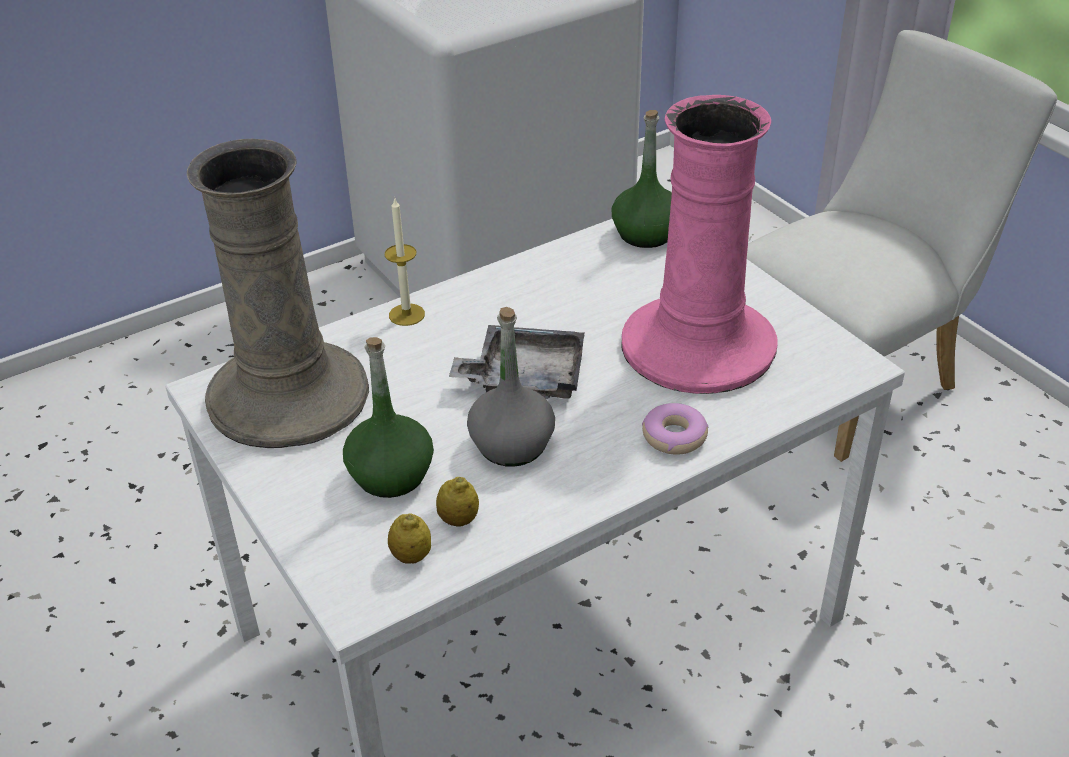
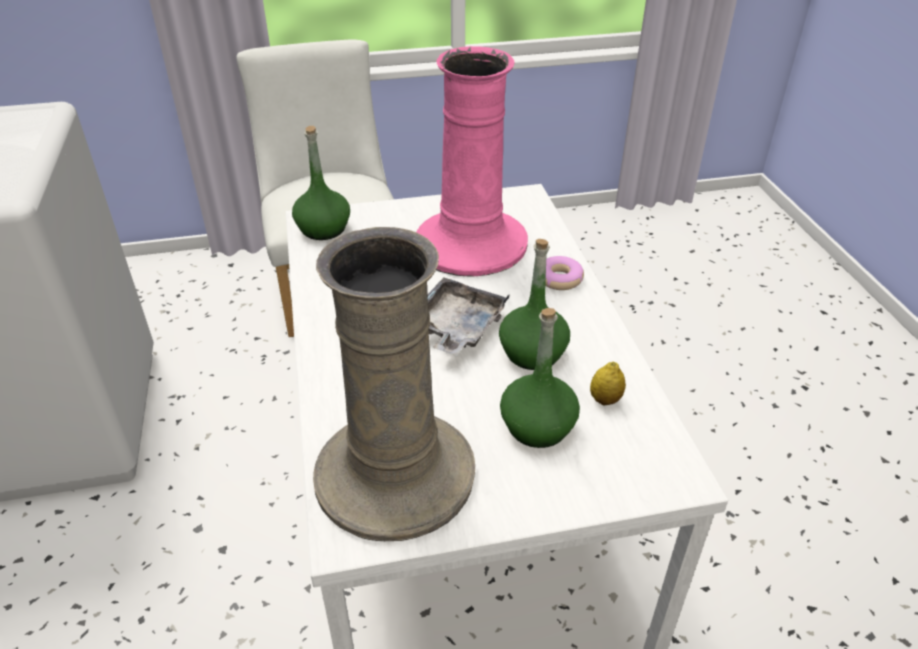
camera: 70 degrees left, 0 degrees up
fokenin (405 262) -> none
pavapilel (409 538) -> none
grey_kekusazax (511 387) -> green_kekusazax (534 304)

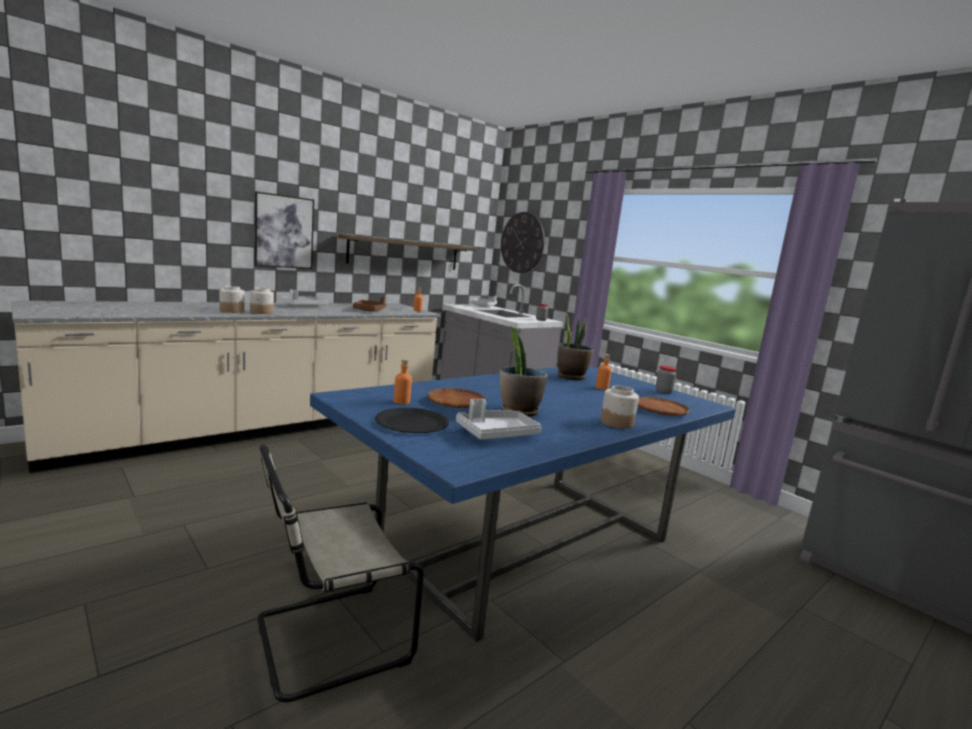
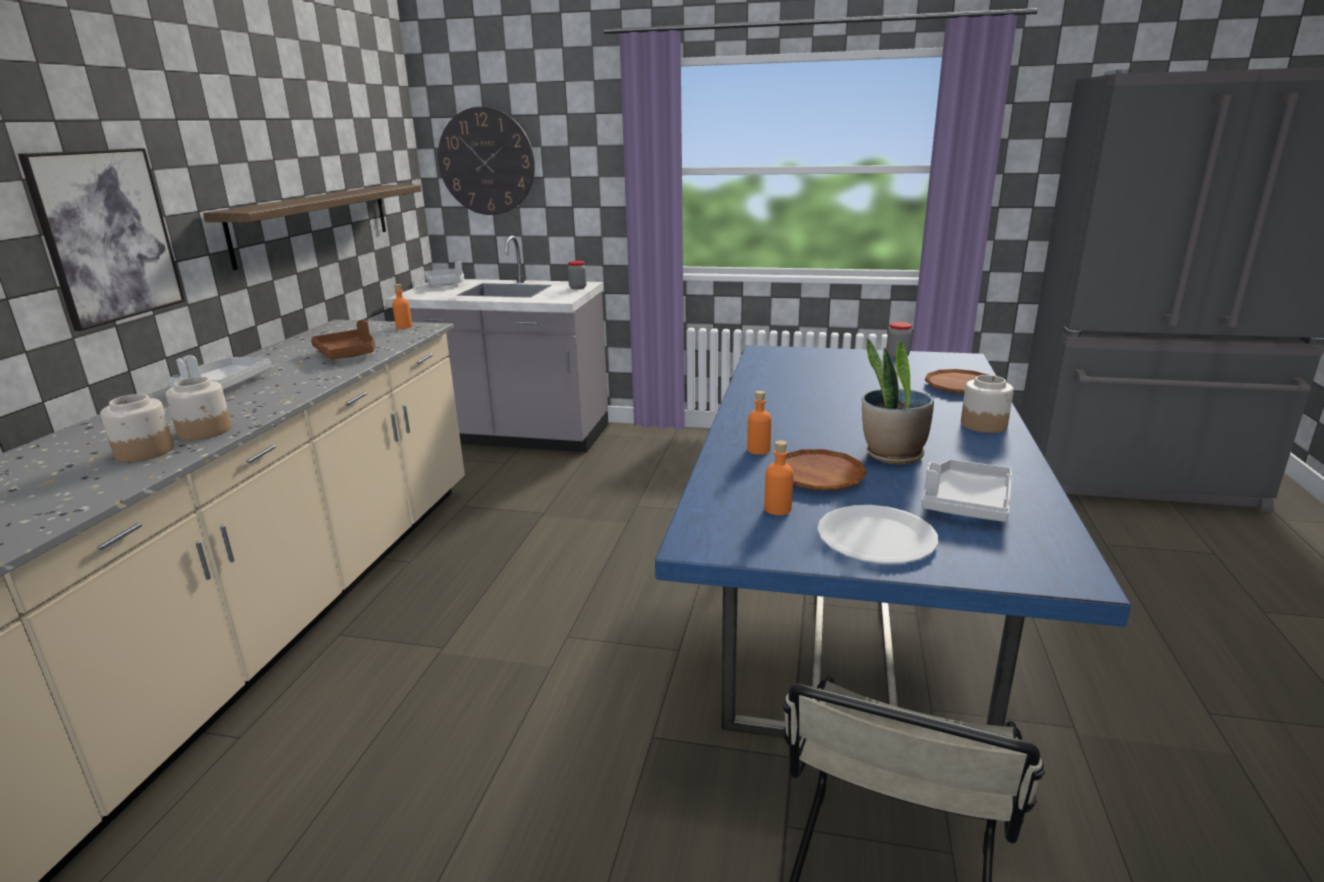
camera: 35 degrees left, 10 degrees up
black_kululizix (412 420) -> white_kululizix (877 534)
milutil (575 346) -> none
orange_kekusazax (604 372) -> orange_kekusazax (759 423), relocated

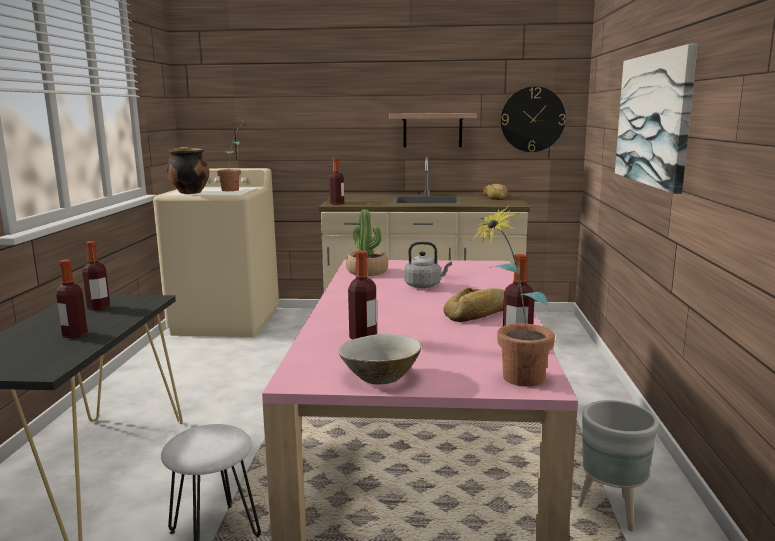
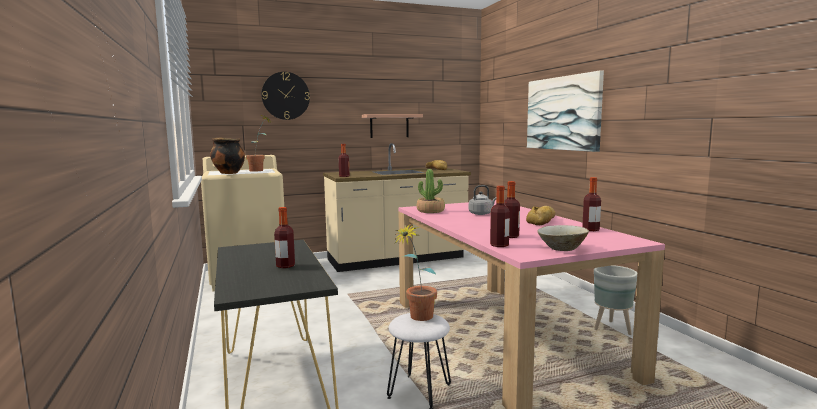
camera: 25 degrees left, 5 degrees down
kekusazax (96 275) -> kekusazax (500 216), relocated
milutil (513 296) -> milutil (415 271), relocated
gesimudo (533 119) -> gesimudo (286 96), relocated

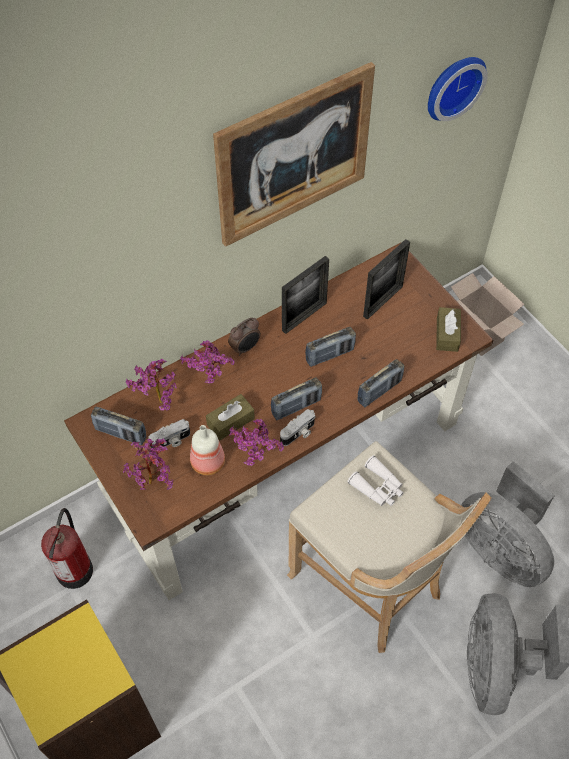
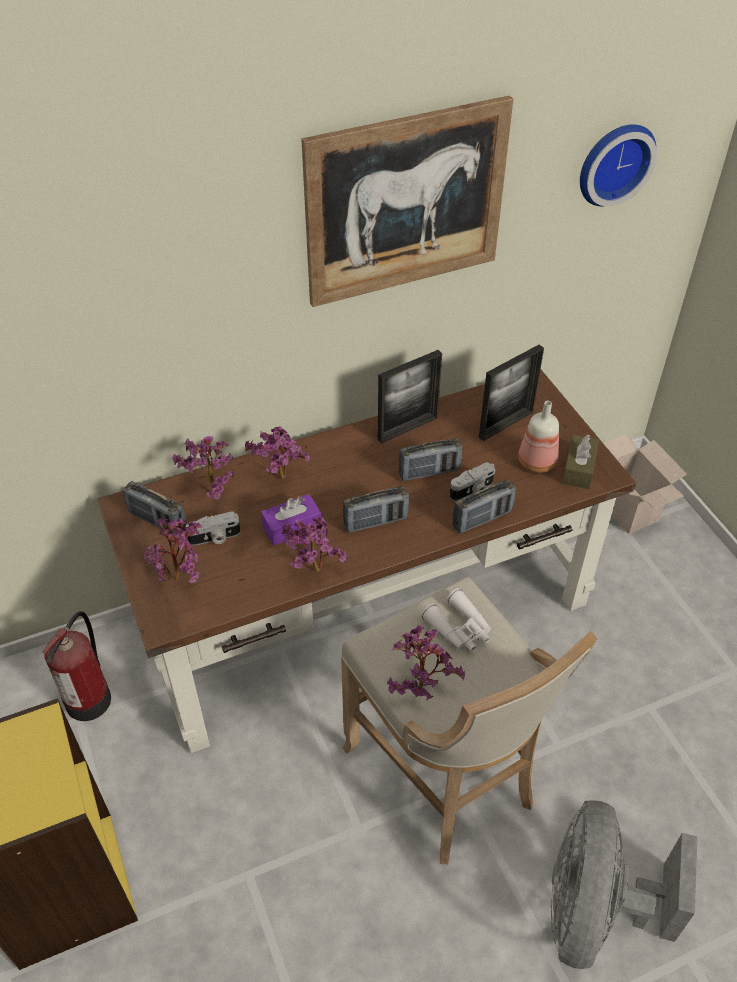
camera: 10 degrees right, 10 degrees down
kekusazax (207 450) -> kekusazax (538 437), relocated
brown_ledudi (230 417) -> purple_ledudi (291 519)
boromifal (244 337) -> none
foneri (298 427) -> foneri (473 481), relocated
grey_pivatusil (508 524) -> none
none -> milutil (426 663)

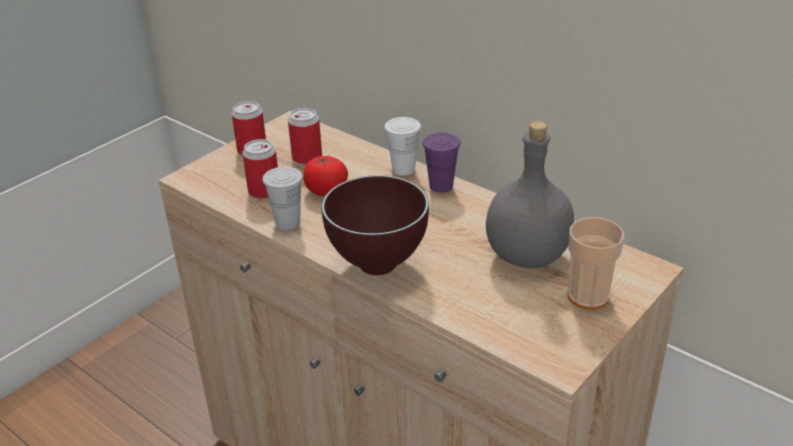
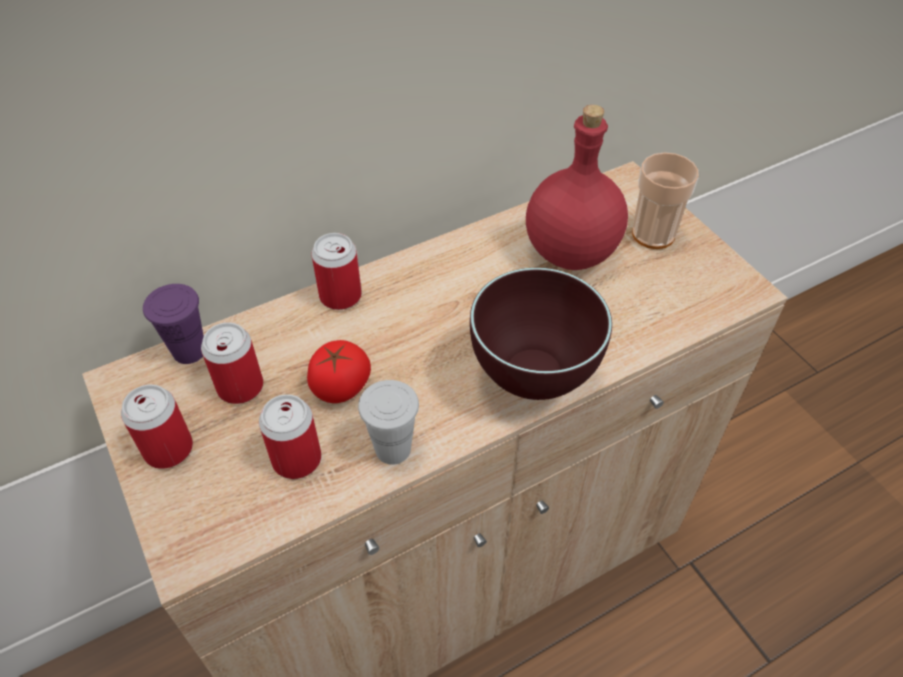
camera: 70 degrees left, 15 degrees up
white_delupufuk (402 146) -> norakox (336 271)
purple_delupufuk (442 163) -> purple_delupufuk (173 324), relocated
grey_kekusazax (530 194) -> red_kekusazax (577 187)

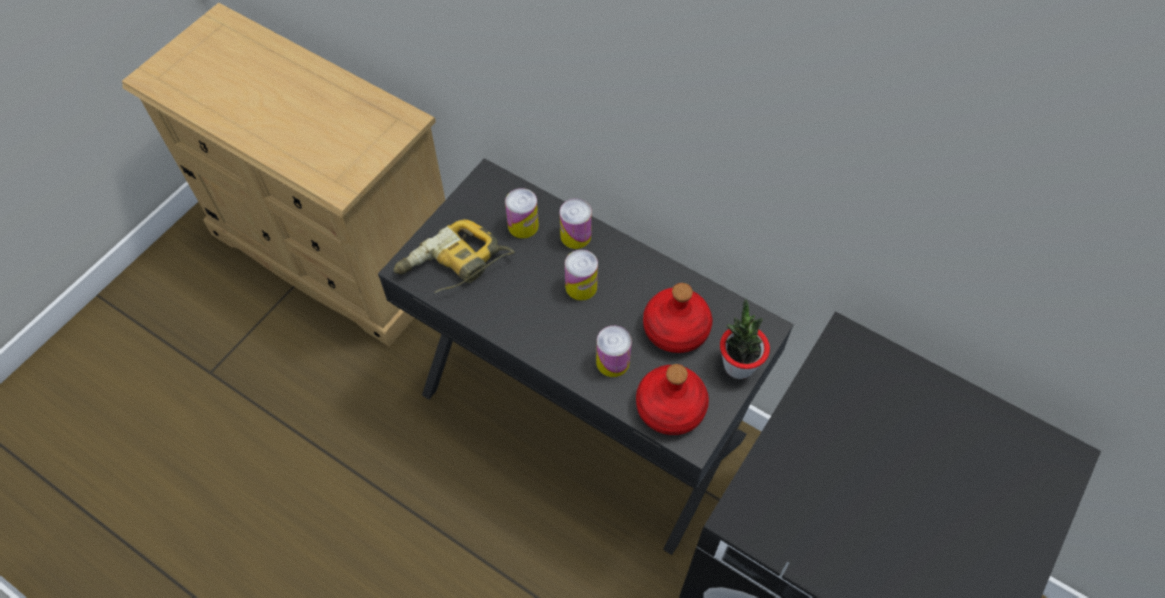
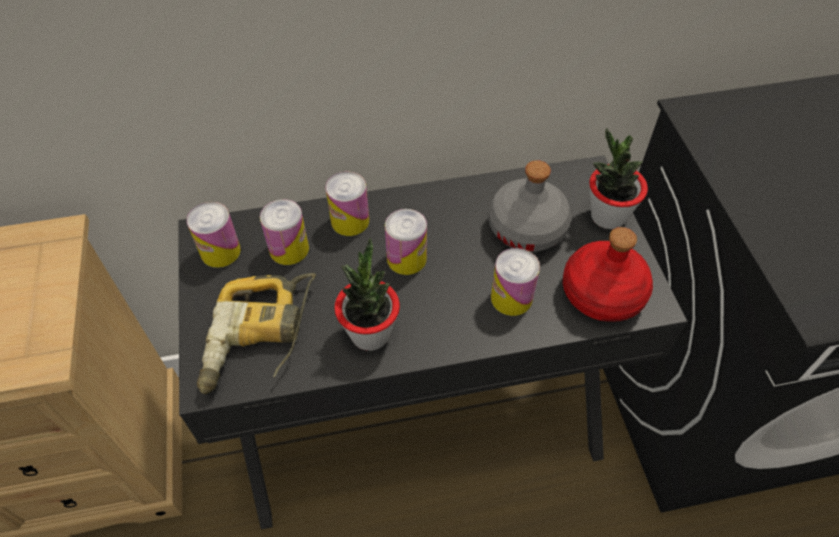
camera: 45 degrees left, 5 degrees down
red_kekusazax (677 318) -> grey_kekusazax (530 206)
none -> norakox (214 235)
none -> milutil (367 294)

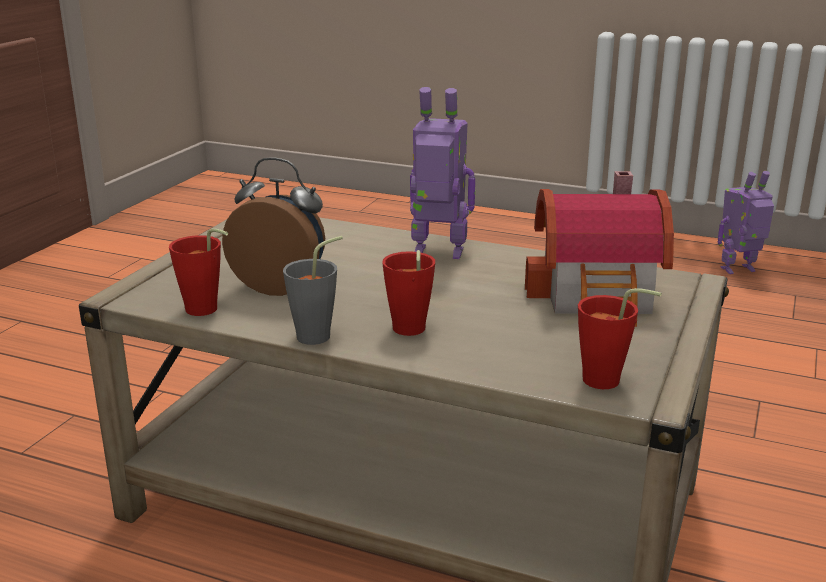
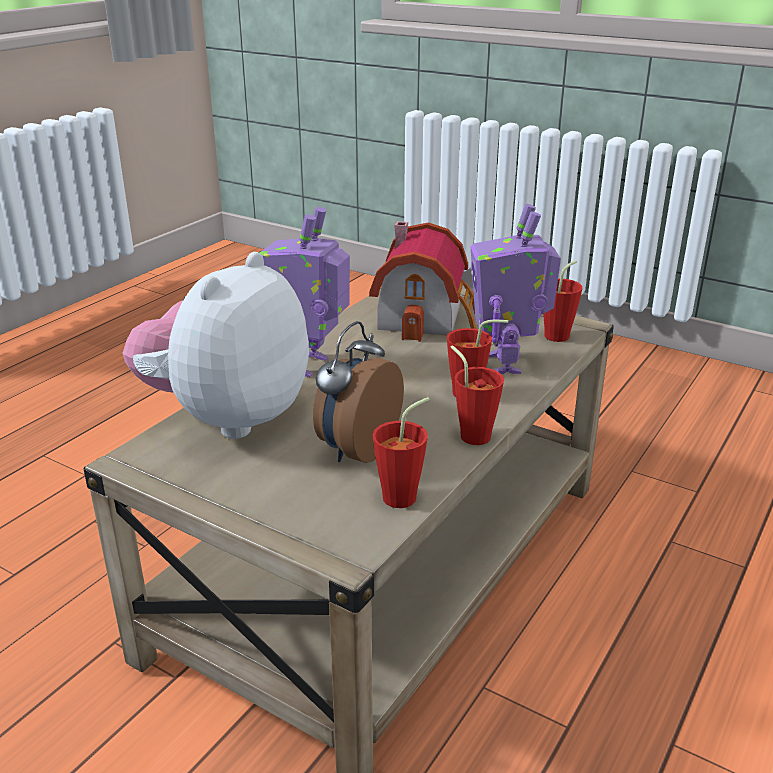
camera: 80 degrees left, 5 degrees up
grey_delupufuk (313 290) -> red_delupufuk (477 395)
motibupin (746 222) -> motibupin (516 289), relocated
none -> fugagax (215 345)

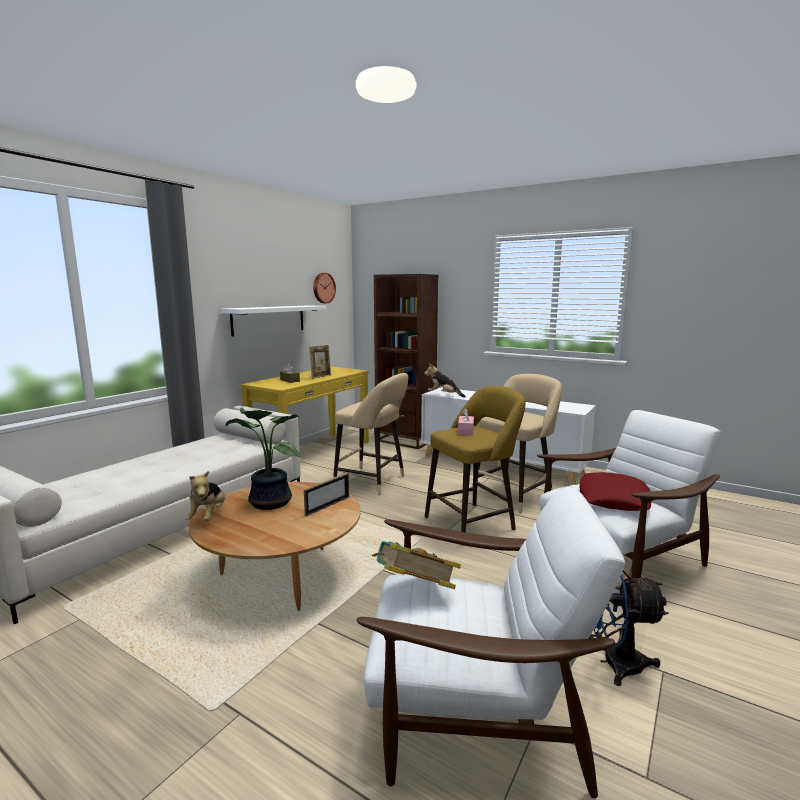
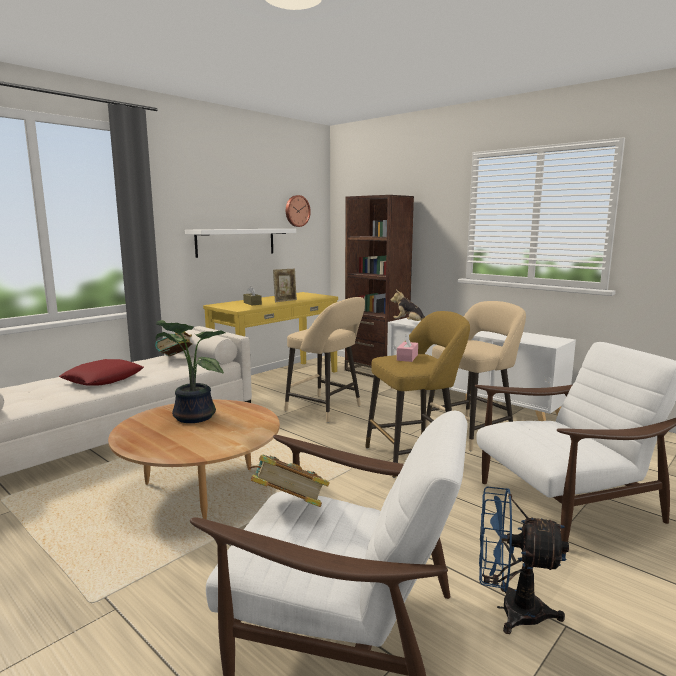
camera: 10 degrees right, 0 degrees up
fugagax (205 495) -> none
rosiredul (326 495) -> none
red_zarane (616 491) -> red_zarane (101 372), relocated
none -> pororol (173 343)

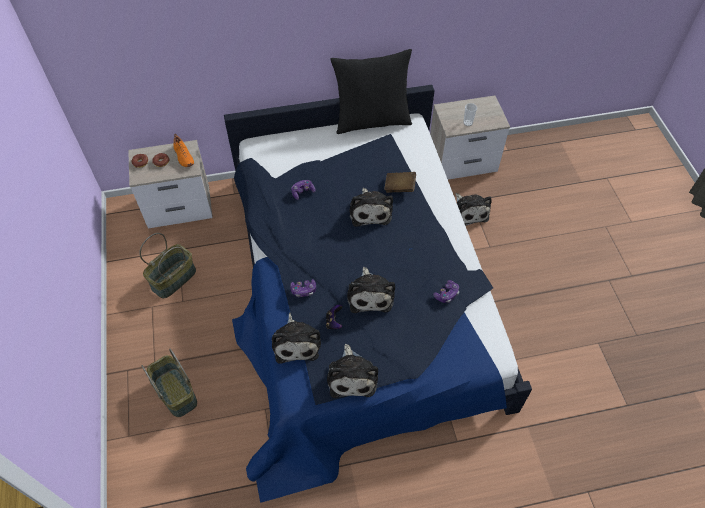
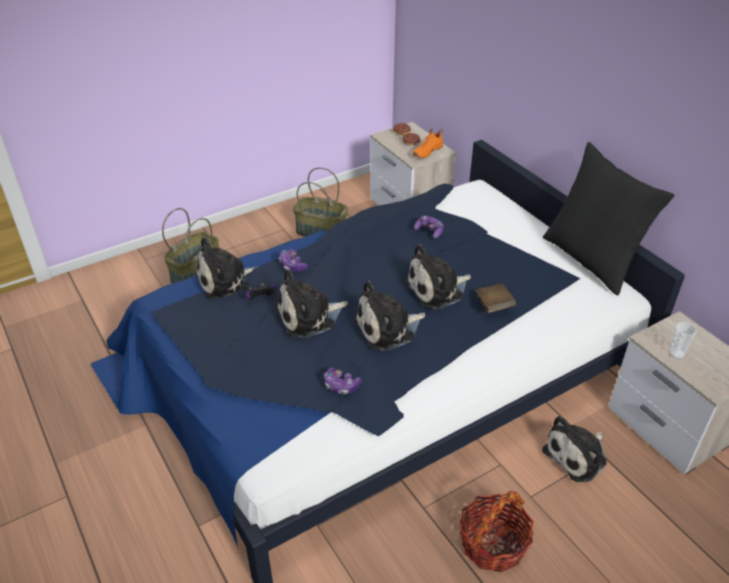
camera: 70 degrees right, 15 degrees down
fugagax (352 371) -> fugagax (389 316), relocated
none -> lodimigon (497 531)

